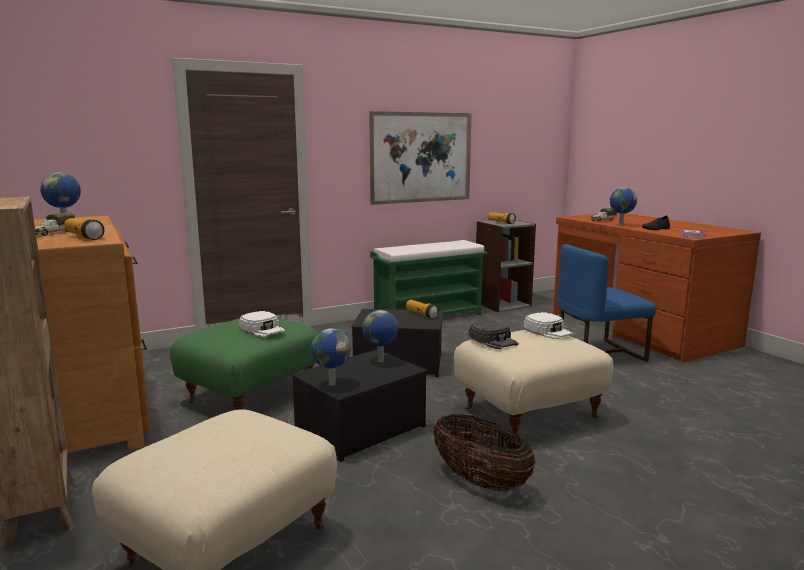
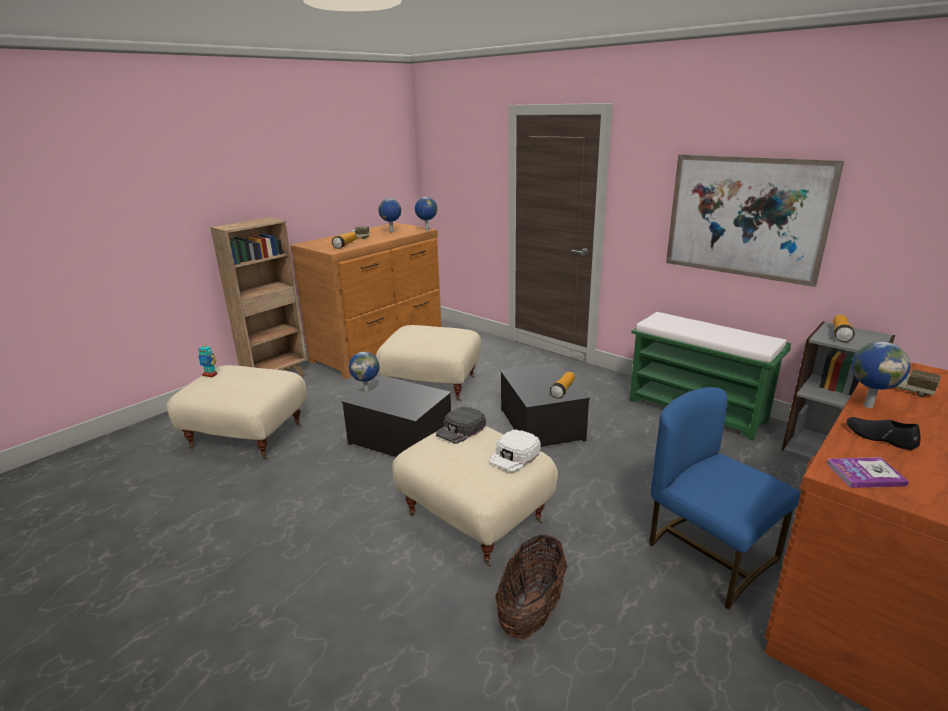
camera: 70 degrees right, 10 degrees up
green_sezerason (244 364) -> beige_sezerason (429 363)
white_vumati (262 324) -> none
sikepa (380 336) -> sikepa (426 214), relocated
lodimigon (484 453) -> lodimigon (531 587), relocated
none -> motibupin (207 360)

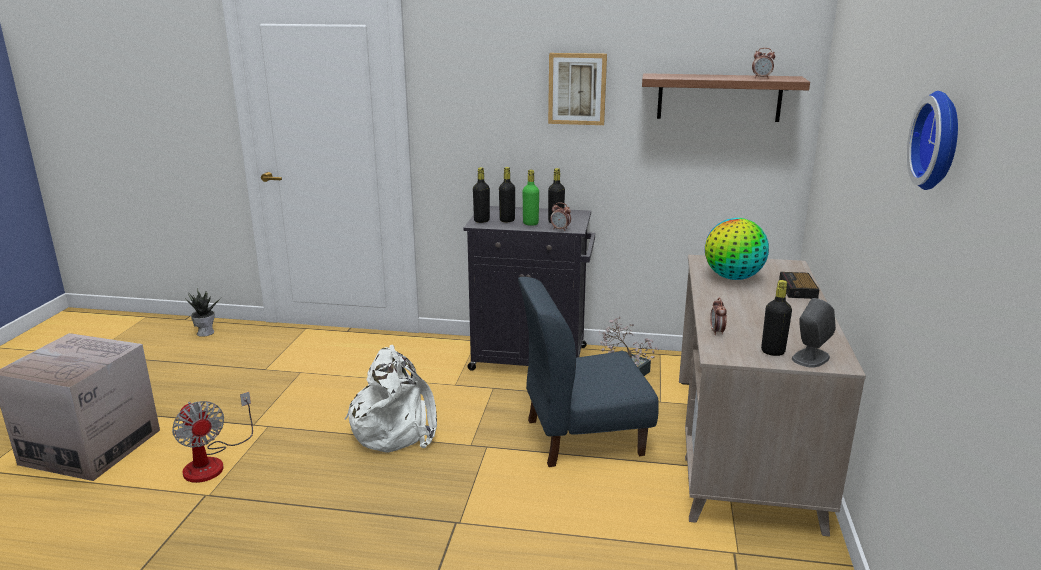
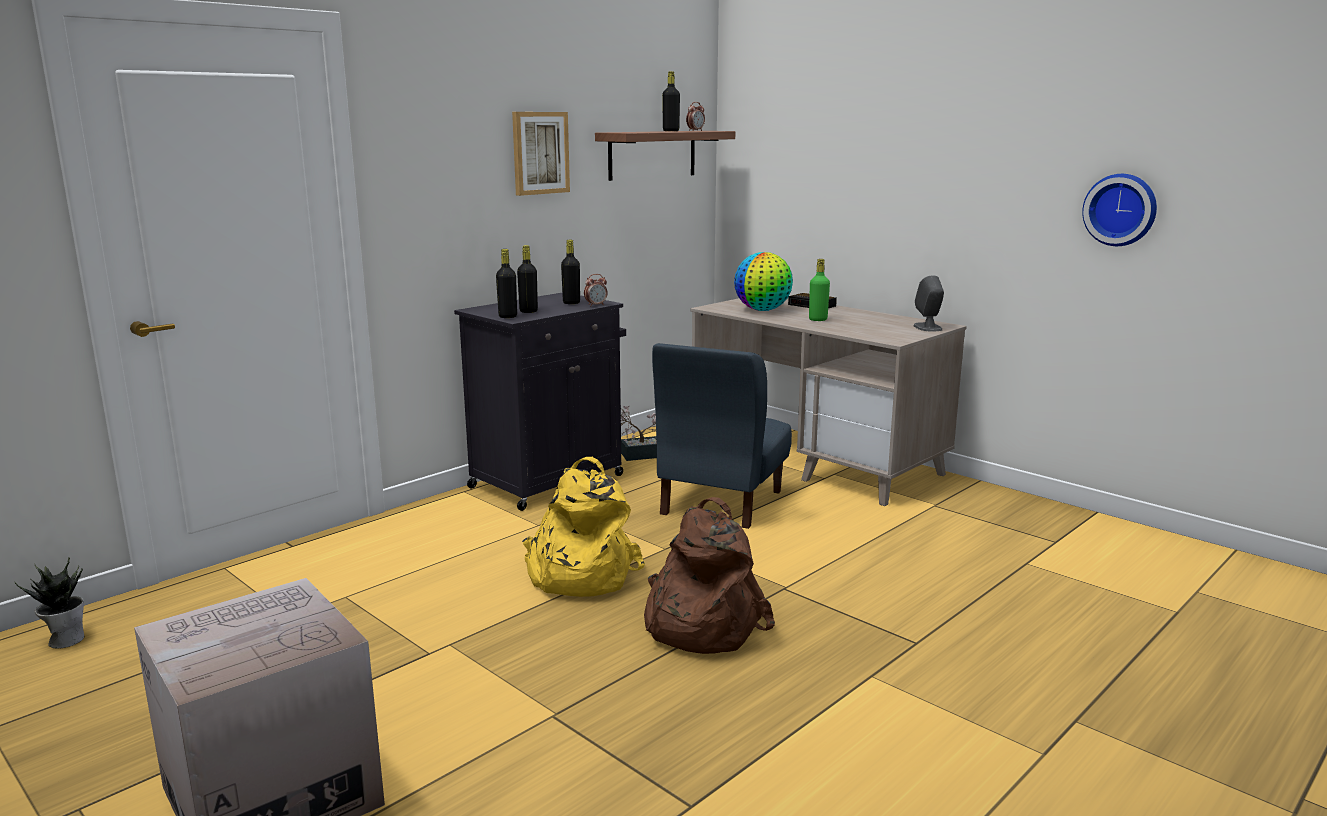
camera: 55 degrees left, 5 degrees down
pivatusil (212 437) -> none
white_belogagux (390 399) -> yellow_belogagux (583 527)
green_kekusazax (531 198) -> green_kekusazax (819 290), relocated
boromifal (718 316) -> none
black_kekusazax (776 318) -> black_kekusazax (671 101), relocated
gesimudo (932 140) -> gesimudo (1119 210), relocated
none -> brown_belogagux (709 575)

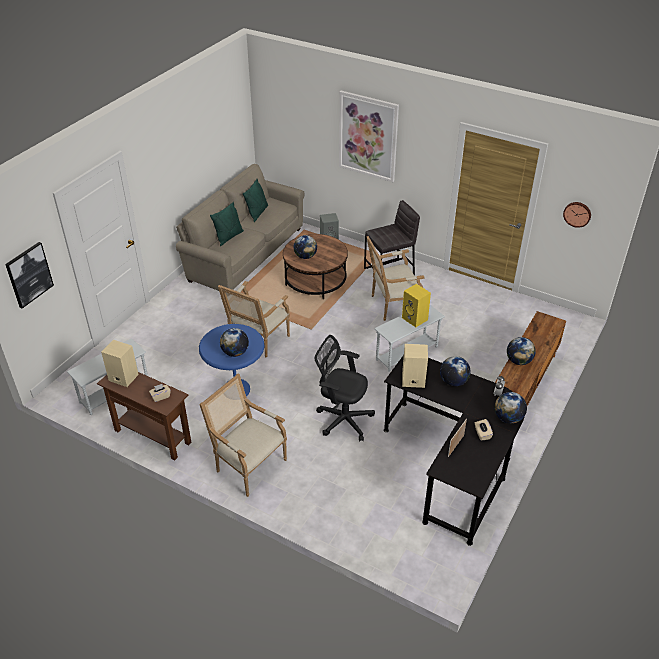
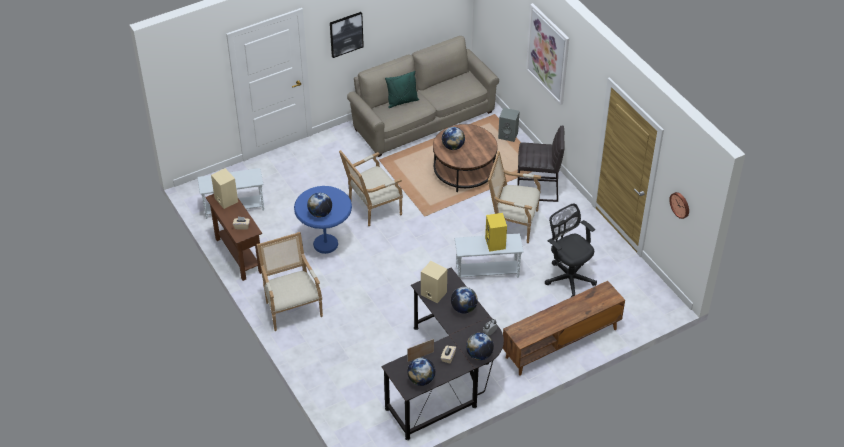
camera: 30 degrees right, 5 degrees up
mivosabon (29 275) -> mivosabon (347 35), relocated
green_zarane (255 200) -> none
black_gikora (345 388) -> black_gikora (571 250), relocated
sikepa (521 351) -> sikepa (421 372), relocated

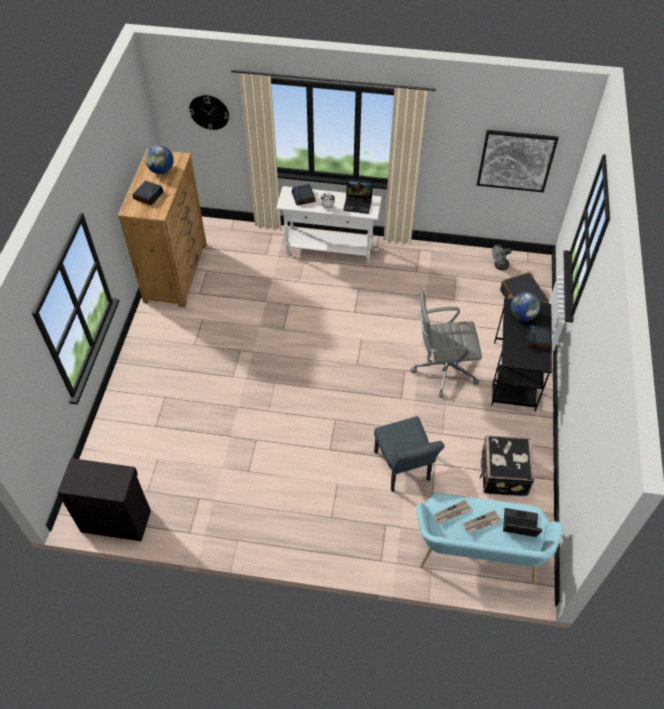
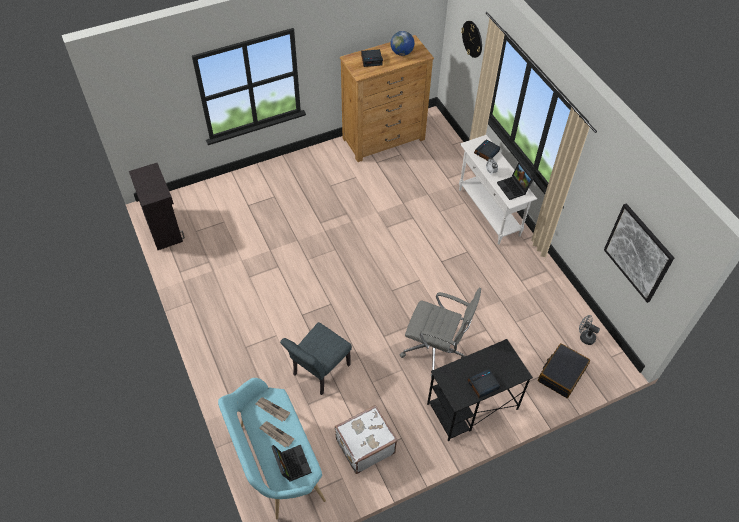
camera: 55 degrees right, 0 degrees up
grey_gikora (446 343) -> grey_gikora (440 333), 150 degrees clockwise
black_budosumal (506 465) -> white_budosumal (366 439)
sikepa (525 306) -> none

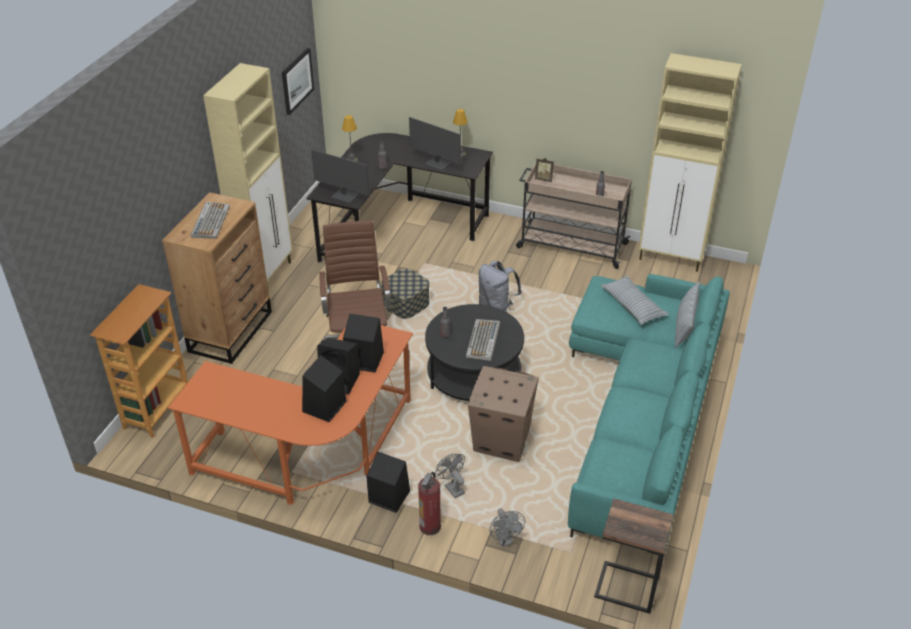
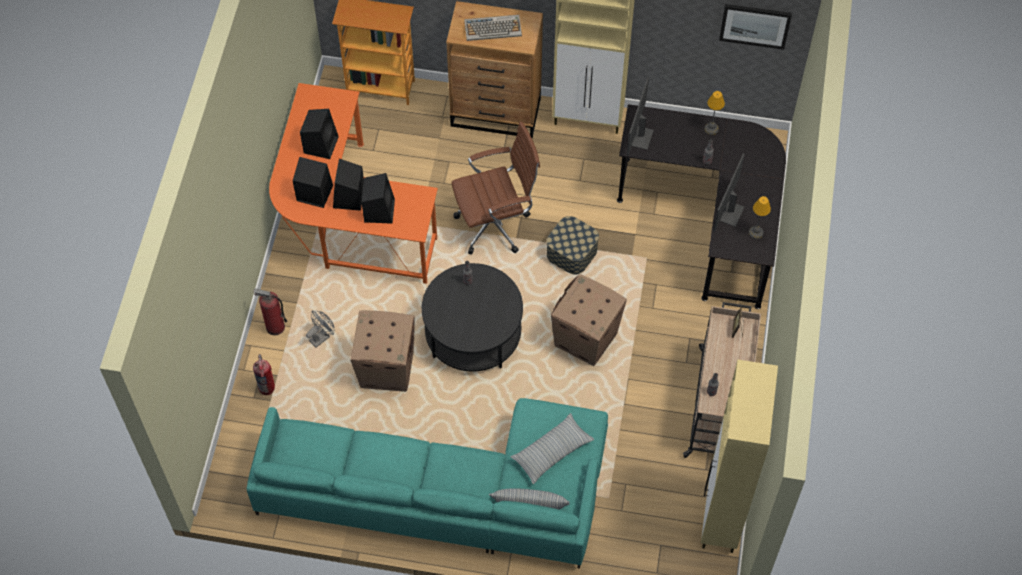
camera: 80 degrees right, 20 degrees up
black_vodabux (388 482) -> black_vodabux (319 134), relocated
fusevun (483 340) -> none
grey_belogagux (500 286) -> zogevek (589 320)
grey_pivatusil (507 527) -> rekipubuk (264 374)
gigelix (634 556) -> none

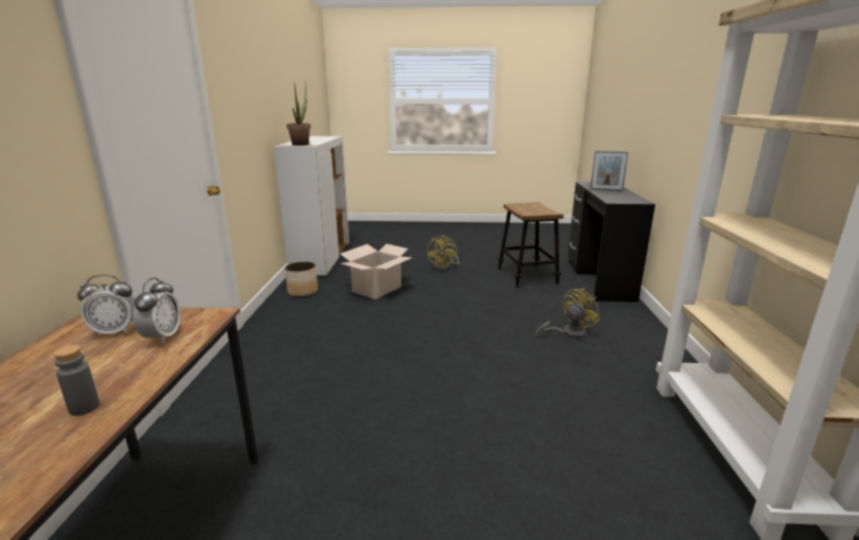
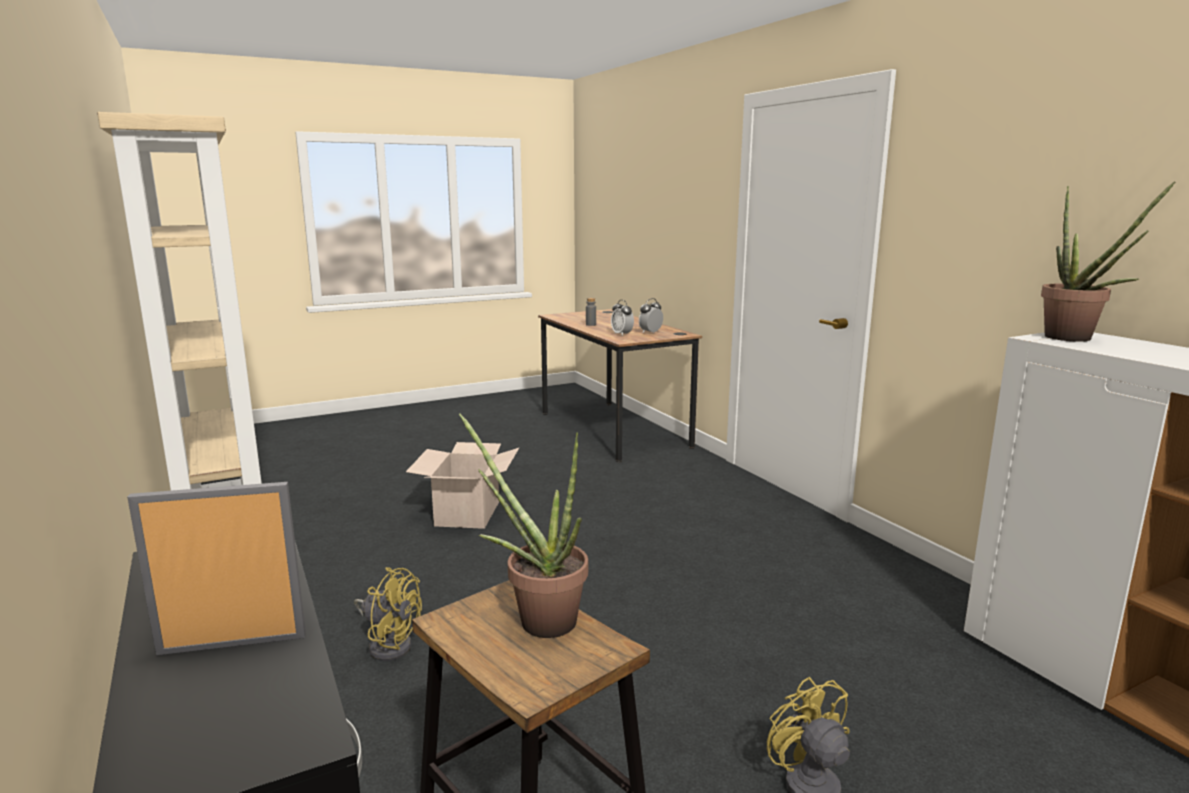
camera: 150 degrees right, 5 degrees down
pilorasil (301 279) -> none
zogevek (376 271) -> zogevek (462 485), relocated
yellow_pivatusil (567 313) -> yellow_pivatusil (388 614), 90 degrees counterclockwise
none -> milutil (523 526)

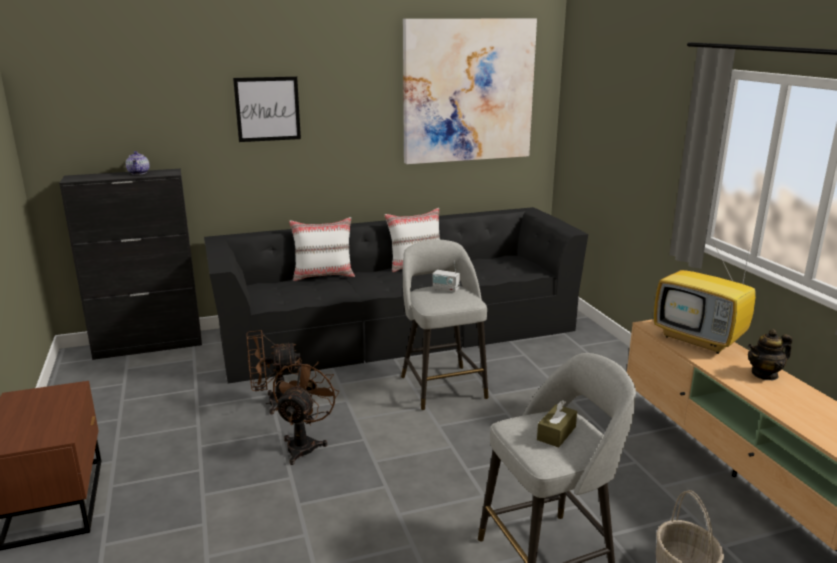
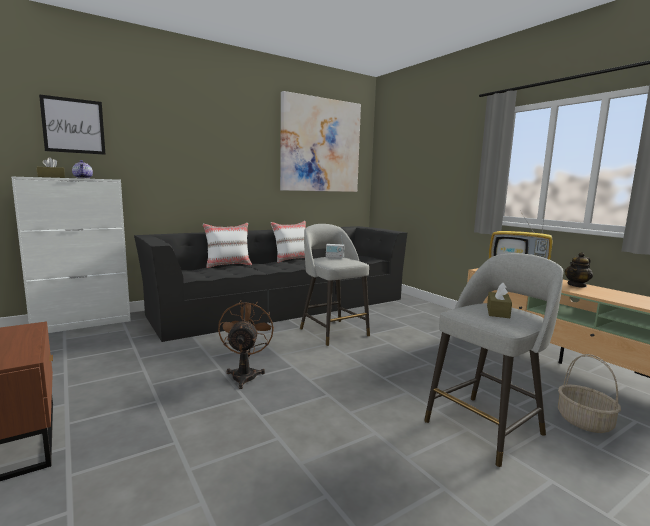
camera: 15 degrees left, 10 degrees down
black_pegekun (130 264) -> white_pegekun (71 255)
mivosabon (267 109) -> mivosabon (72 124), relocated
brown_pivatusil (273 372) -> none
none -> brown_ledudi (51 167)

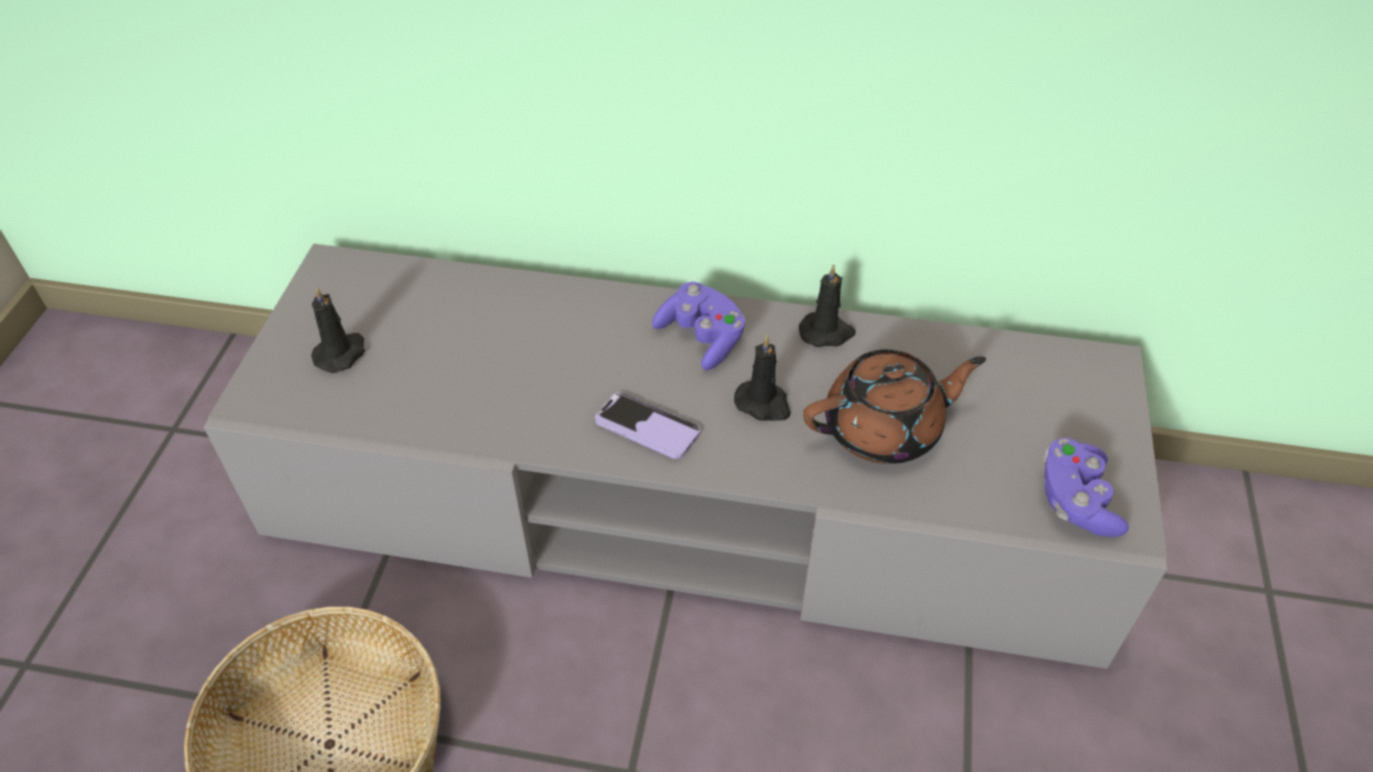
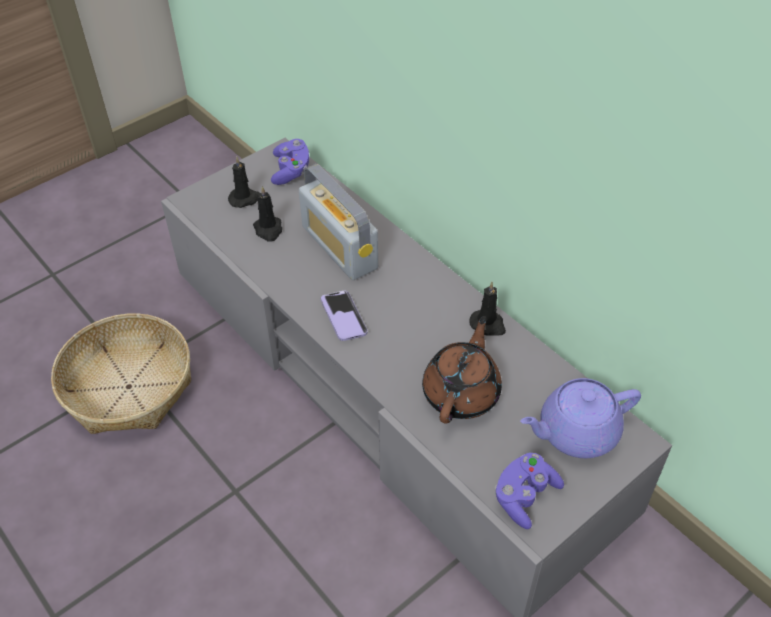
camera: 40 degrees right, 0 degrees up
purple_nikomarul (699 326) -> purple_nikomarul (290 162), relocated
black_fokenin (762 378) -> black_fokenin (267 214), relocated
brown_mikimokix (894 406) -> brown_mikimokix (462 370), 90 degrees counterclockwise
none -> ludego (338 222)
none -> purple_mikimokix (580 418)

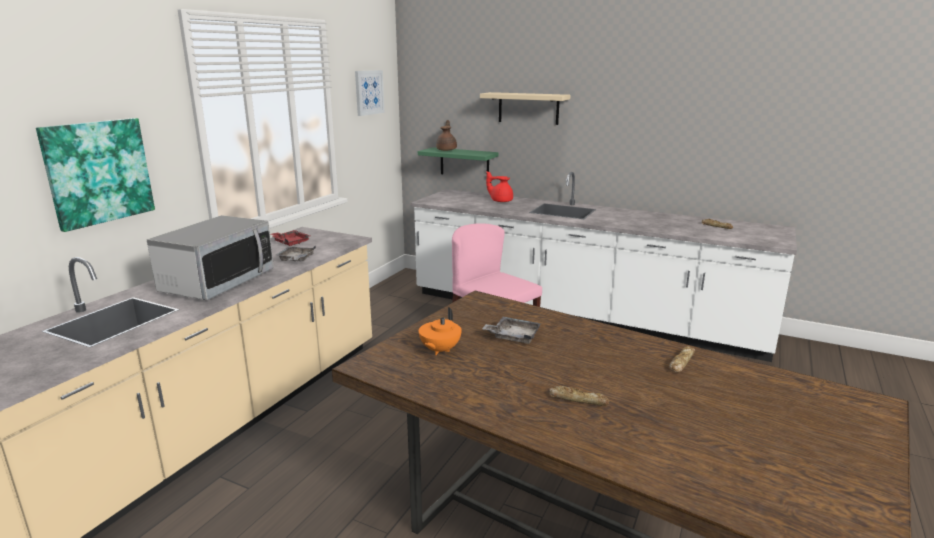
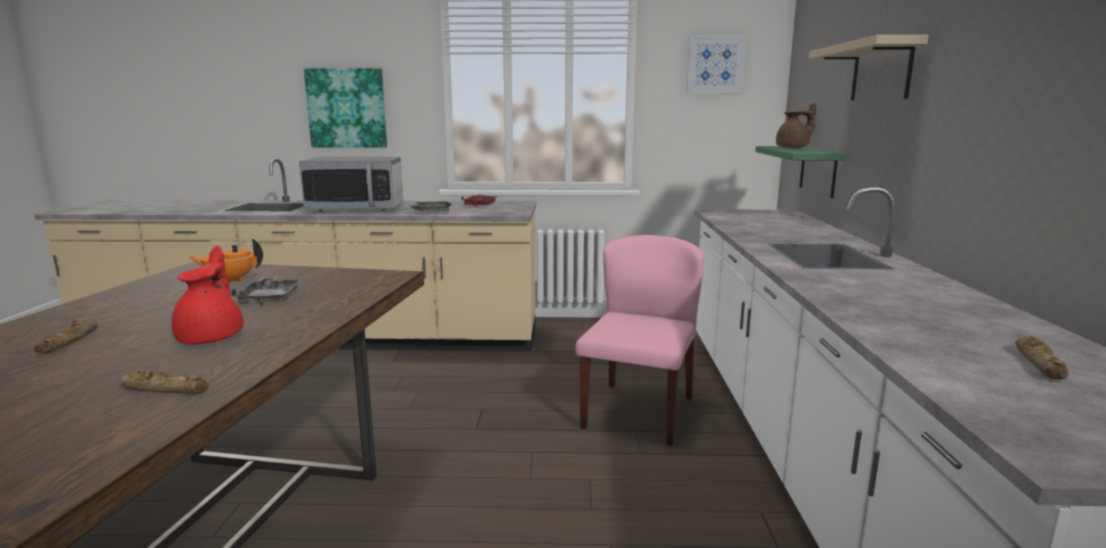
camera: 65 degrees right, 5 degrees down
red_mikimokix (499 186) -> red_mikimokix (207 295), relocated

